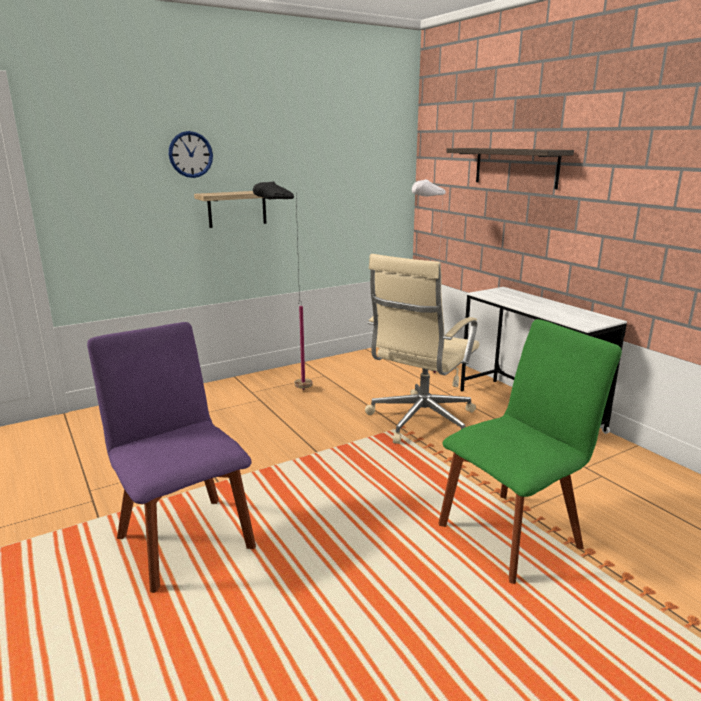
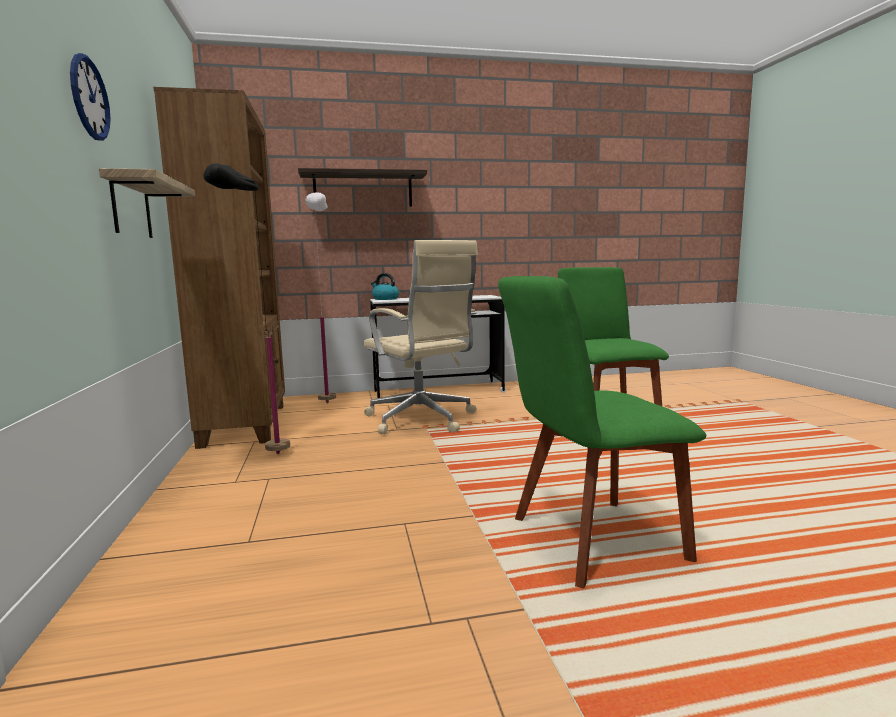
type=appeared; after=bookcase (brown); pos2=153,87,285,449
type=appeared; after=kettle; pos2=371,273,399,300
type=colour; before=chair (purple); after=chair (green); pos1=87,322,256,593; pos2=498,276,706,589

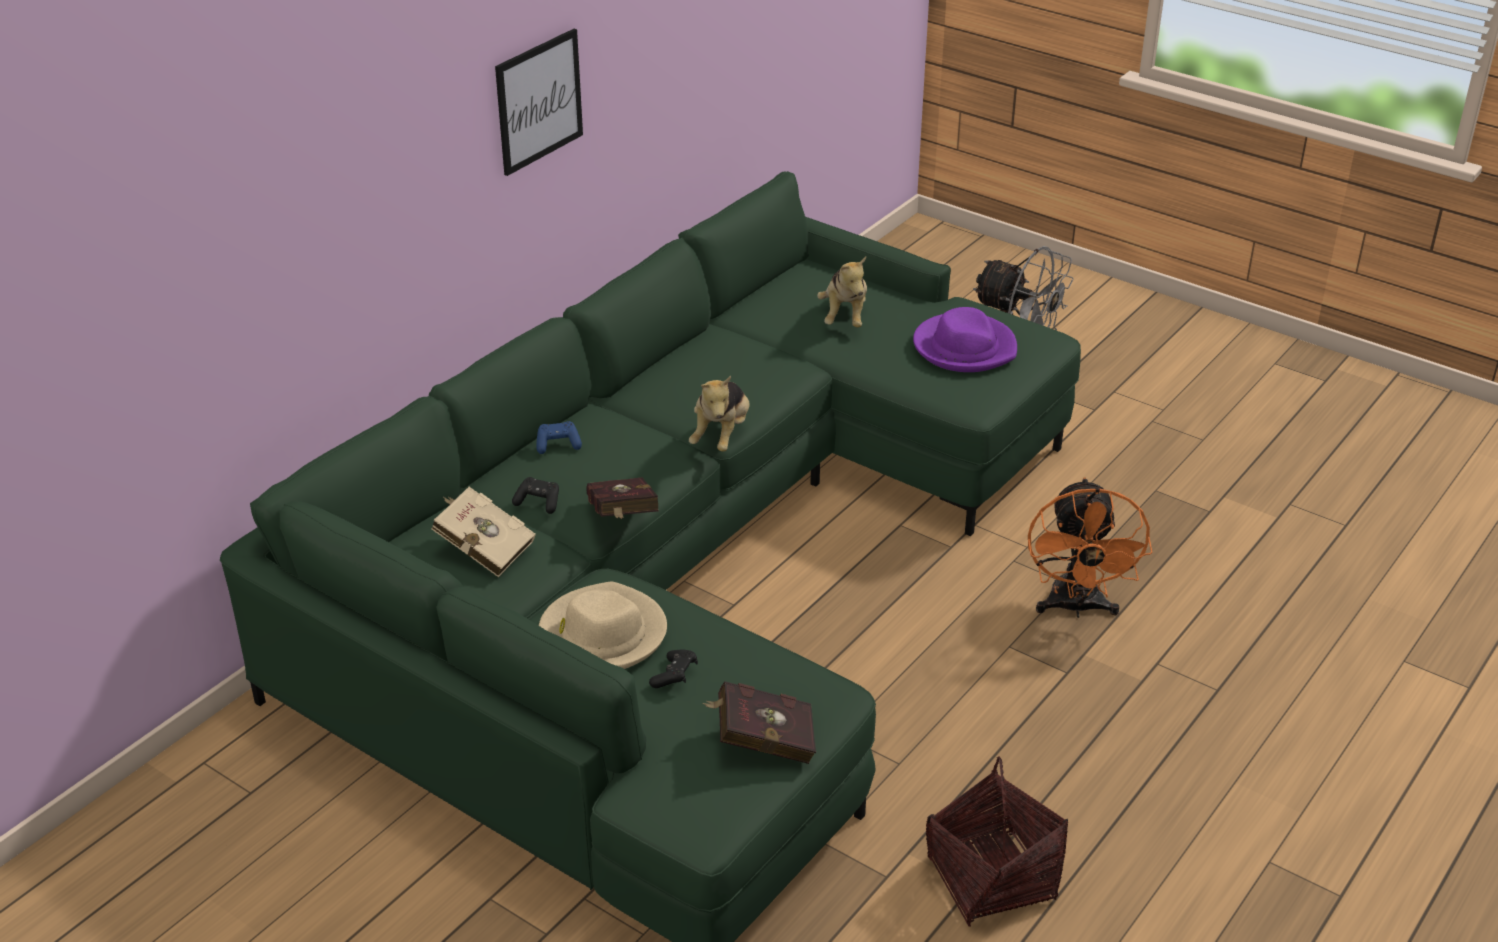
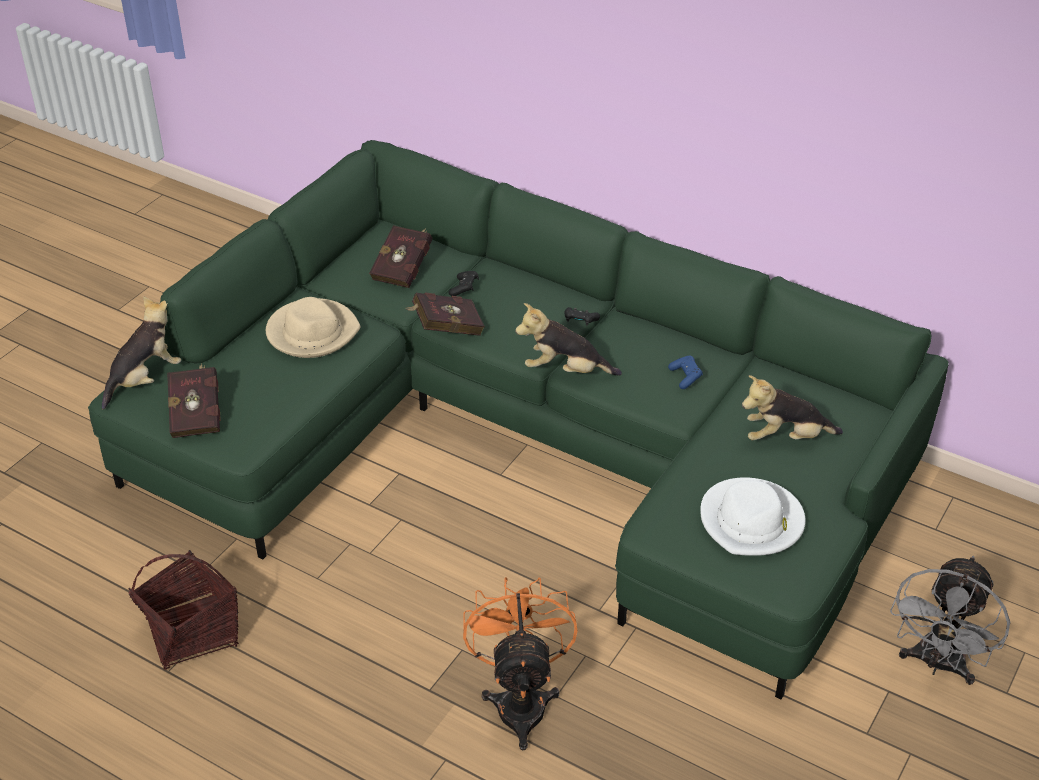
type=missing; before=picture; pos1=495,29,583,176
type=appeared; after=plush toy; pos2=102,296,181,410
type=relocated; before=game controller (blue); pos1=536,421,582,454; pos2=668,356,703,389
type=relocated; before=game controller (black); pos1=649,650,698,688; pos2=565,307,600,325
type=colour; before=book (beige); after=book (red); pos1=431,487,536,577; pos2=369,225,432,288
type=colour; before=hat (purple); after=hat (white); pos1=913,307,1017,372; pos2=700,477,806,556
type=spun; before=fan (orange); pos1=1028,477,1152,618; pos2=463,577,577,750; turn=90

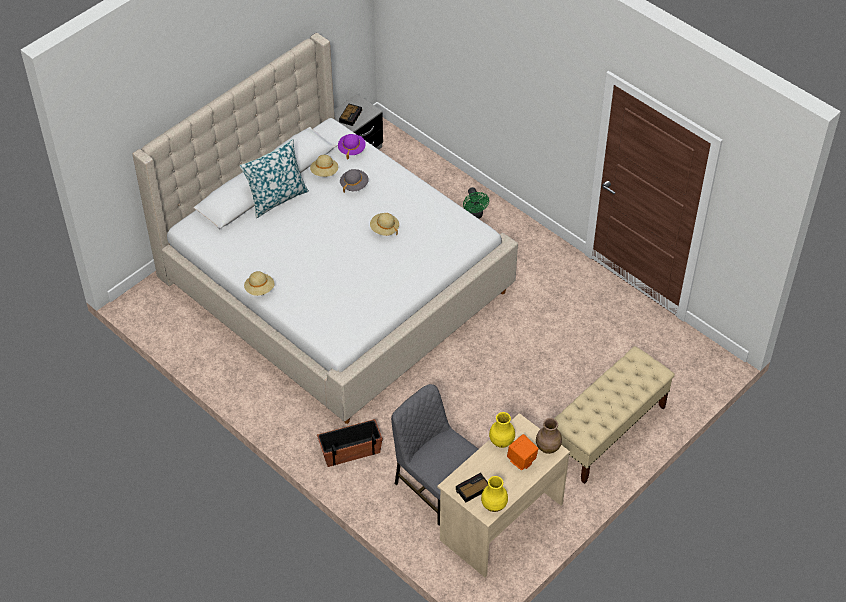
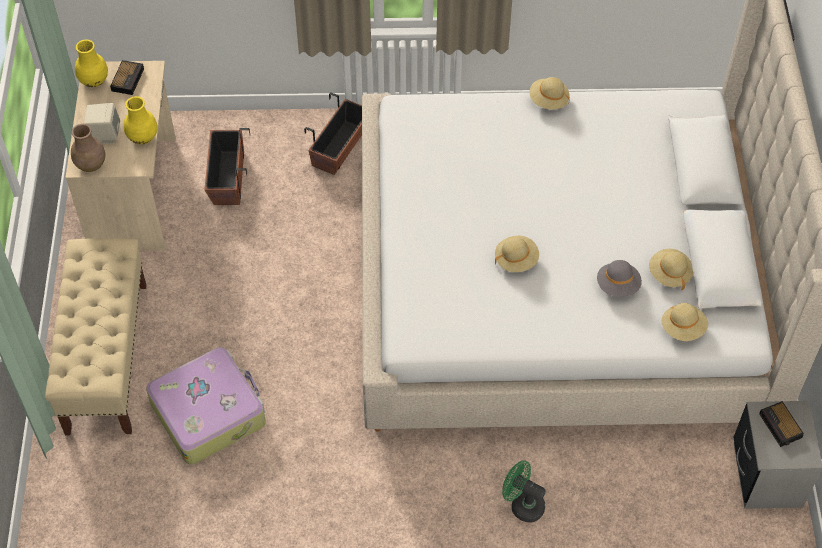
type=missing; before=pillow; pos1=240,139,309,218
type=appeared; after=suitcase; pos2=146,347,266,465
type=exchanged; before=chair (grey); after=planter; pos1=391,384,478,526; pos2=204,128,250,205
type=colour; before=hat (purple); after=hat (beige); pos1=338,134,366,159; pos2=661,303,708,341
type=colour; before=speaker (orange); after=speaker (beige); pos1=507,434,538,470; pos2=83,103,120,144

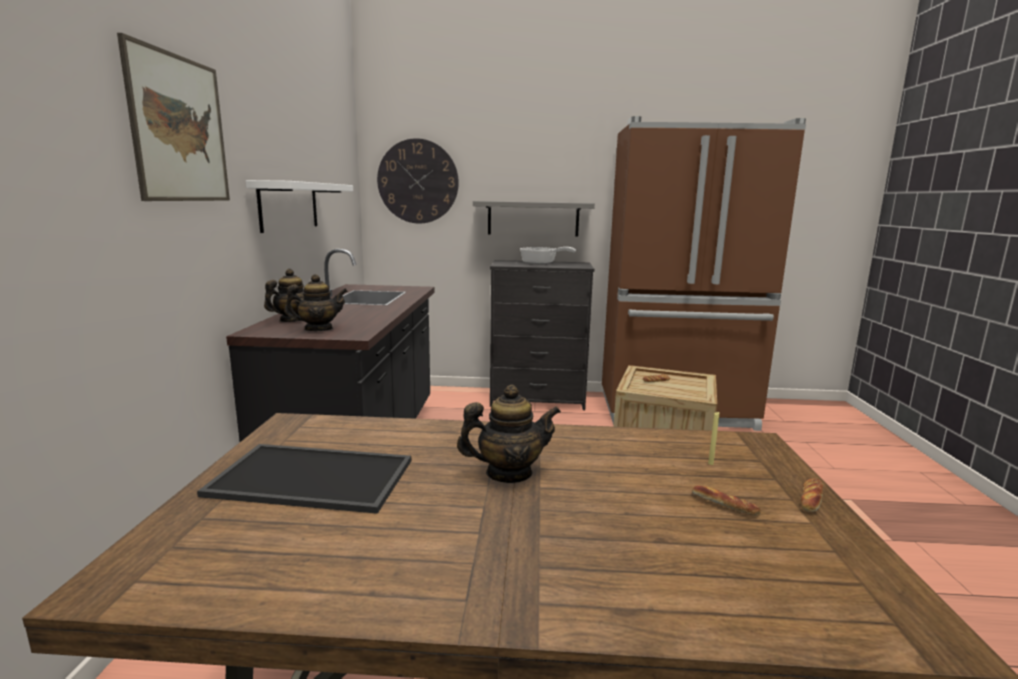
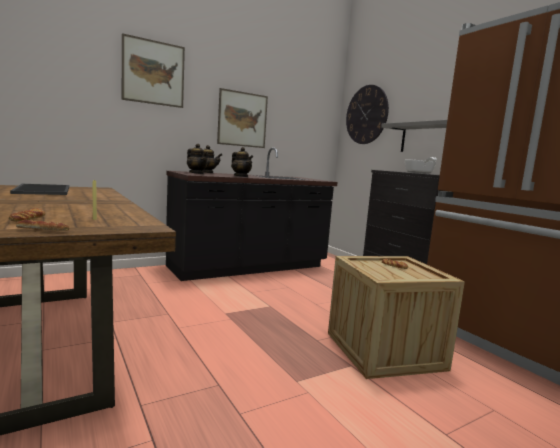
type=relocated; before=teapot; pos1=457,385,561,483; pos2=231,147,253,177
type=exchanged; before=shelf (white); after=picture; pos1=246,180,353,233; pos2=217,88,268,148

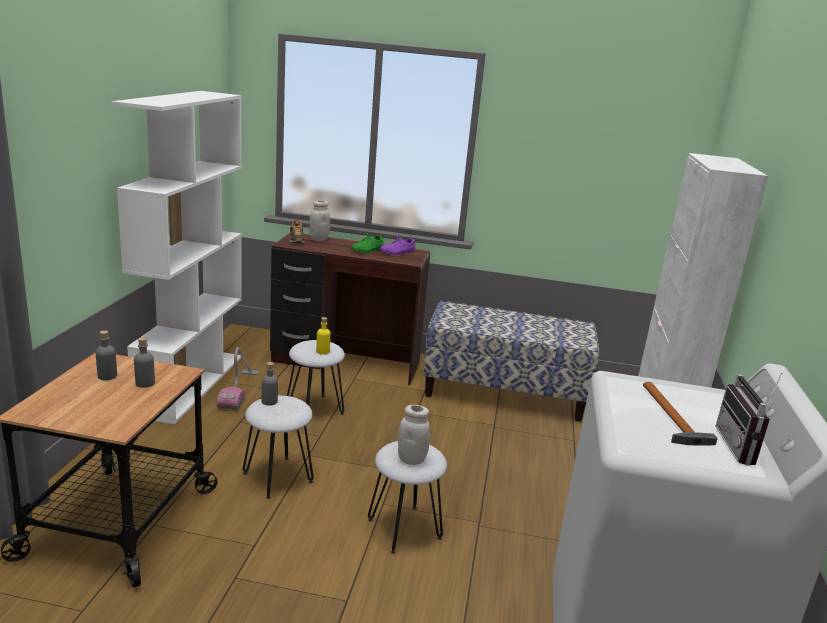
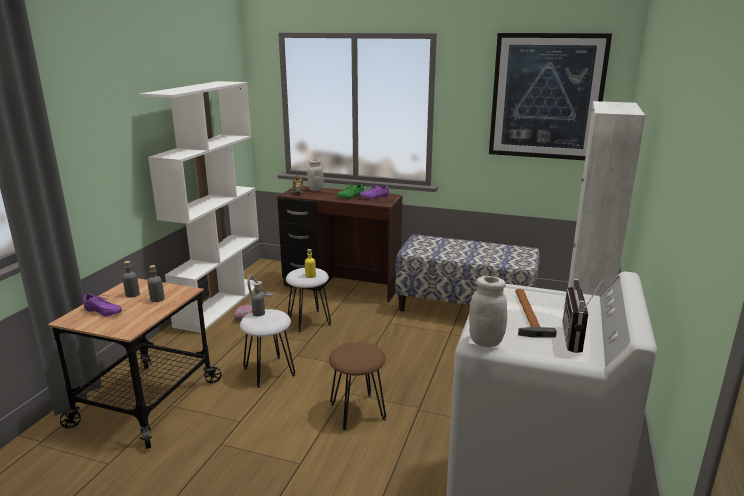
type=appeared; after=shoe (purple); pos2=83,293,122,317
type=appeared; after=picture; pos2=489,33,612,160
type=relocated; before=jar (white); pos1=398,405,430,465; pos2=469,276,507,347
type=colour; before=stool (white); after=stool (brown); pos1=368,441,447,554; pos2=329,342,386,430

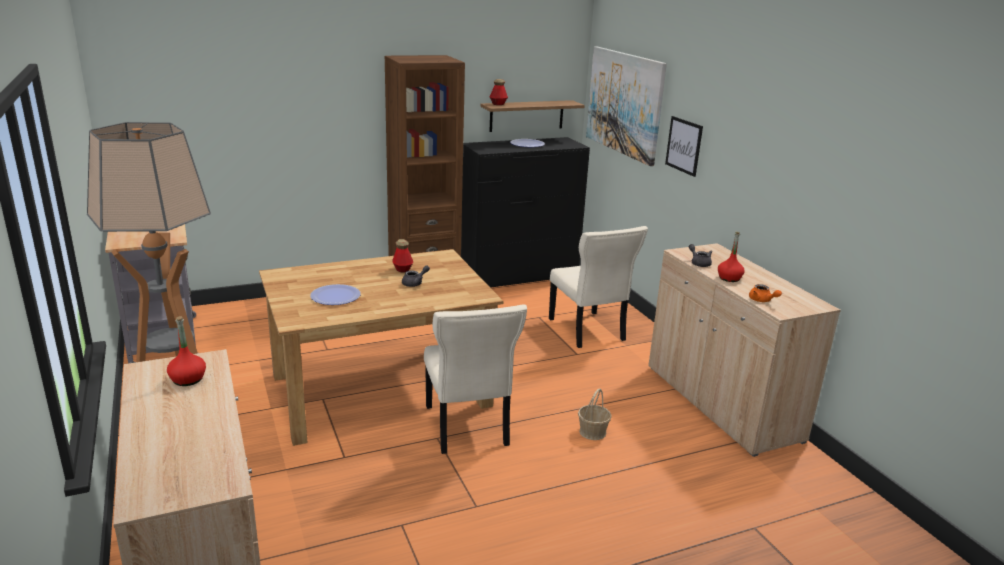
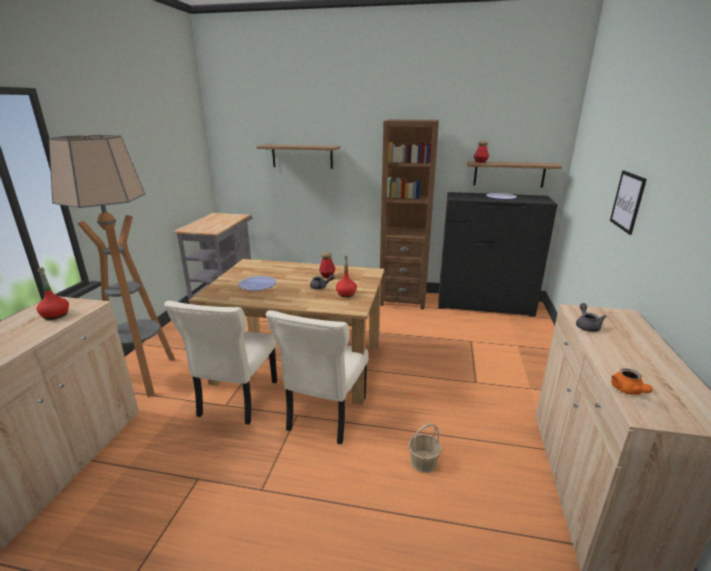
type=missing; before=picture; pos1=586,46,667,166
type=appeared; after=shelf; pos2=256,145,340,169
type=relocated; before=chair (beige); pos1=549,226,648,348; pos2=164,301,277,425
type=relocated; before=bottle (red); pos1=718,232,744,282; pos2=336,255,357,297

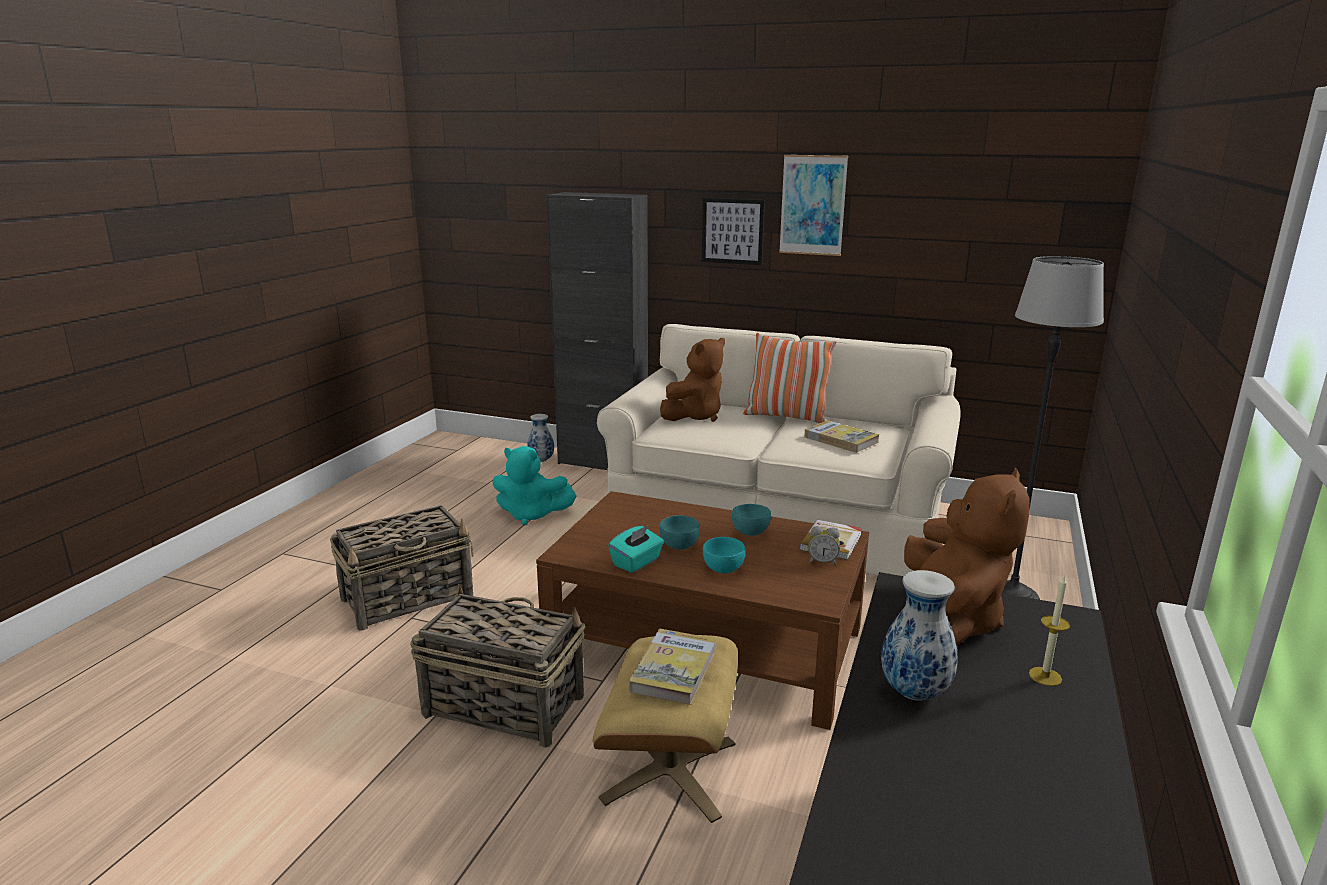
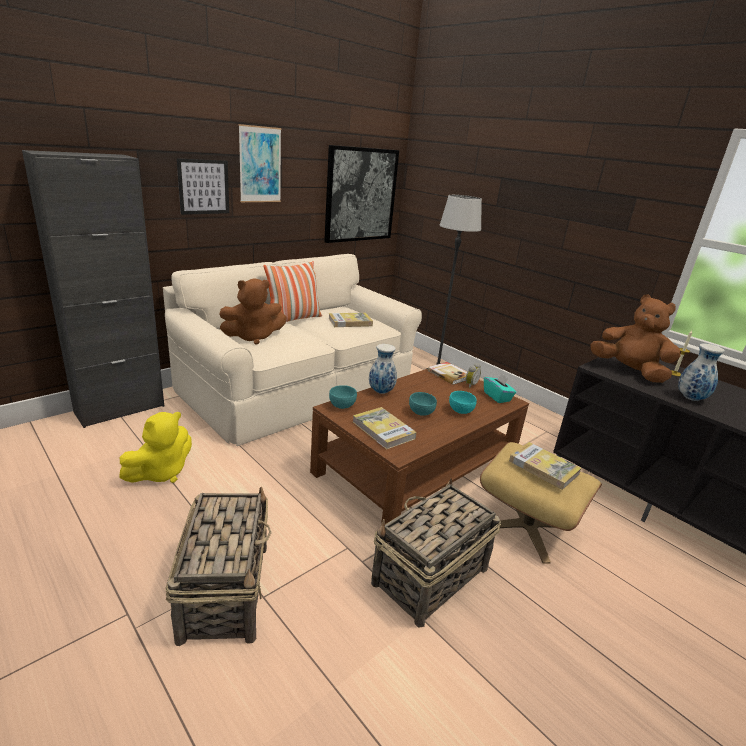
type=appeared; after=picture; pos2=324,145,399,243
type=appeared; after=book; pos2=353,407,417,450
type=relocated; before=vase; pos1=527,414,554,462; pos2=369,344,397,394
type=relocated; before=tissue box (turquoise); pos1=608,525,664,573; pos2=484,373,516,403
type=relocated; before=bowl (turquoise); pos1=732,504,771,536; pos2=329,385,357,409
type=colour; before=plush toy (turquoise); after=plush toy (yellow); pos1=492,446,576,525; pos2=119,412,192,483
type=spun; before=plush toy (brown); pos1=660,338,725,422; pos2=219,279,287,345; turn=90

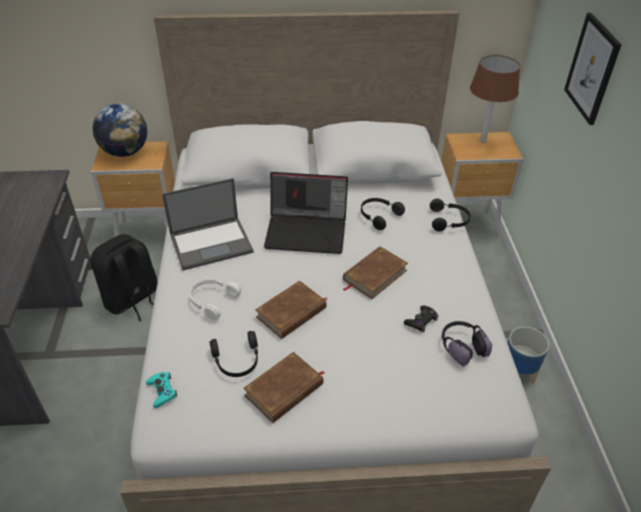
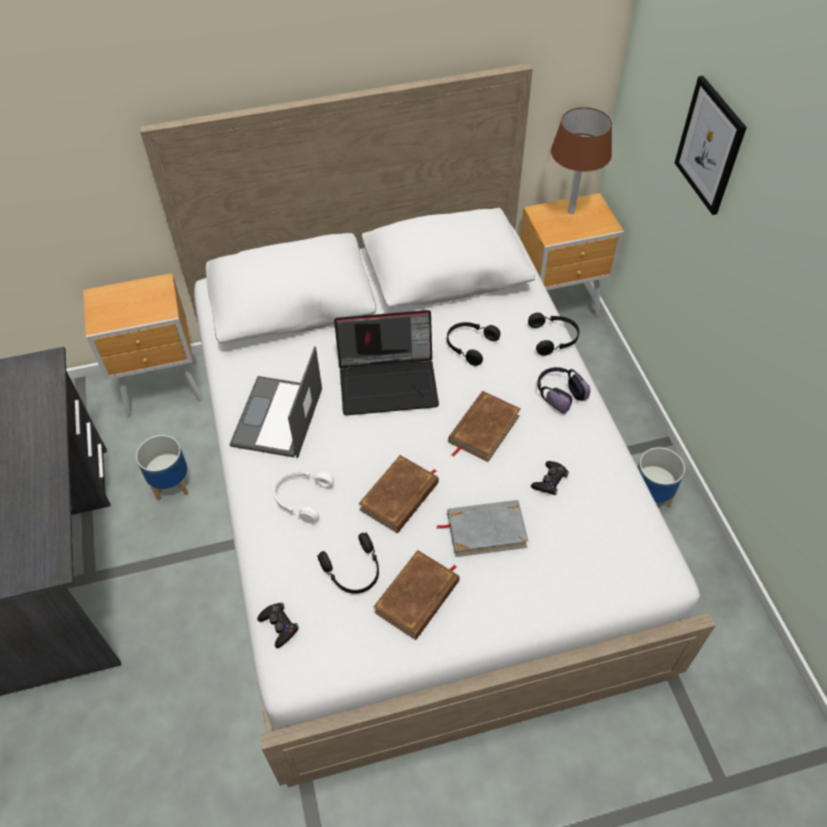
type=missing; before=globe; pos1=93,104,147,157
type=appeared; after=book (grey); pos2=436,500,529,557
type=relocated; before=headphones; pos1=442,321,492,367; pos2=537,367,590,414
type=exchanged; before=backpack (black); after=planter; pos1=90,234,158,321; pos2=136,435,189,501
type=colour; before=game controller (turquoise); after=game controller (black); pos1=146,372,177,408; pos2=257,603,299,648
type=spun; before=laptop; pos1=162,178,254,271; pos2=230,346,322,458; turn=135

